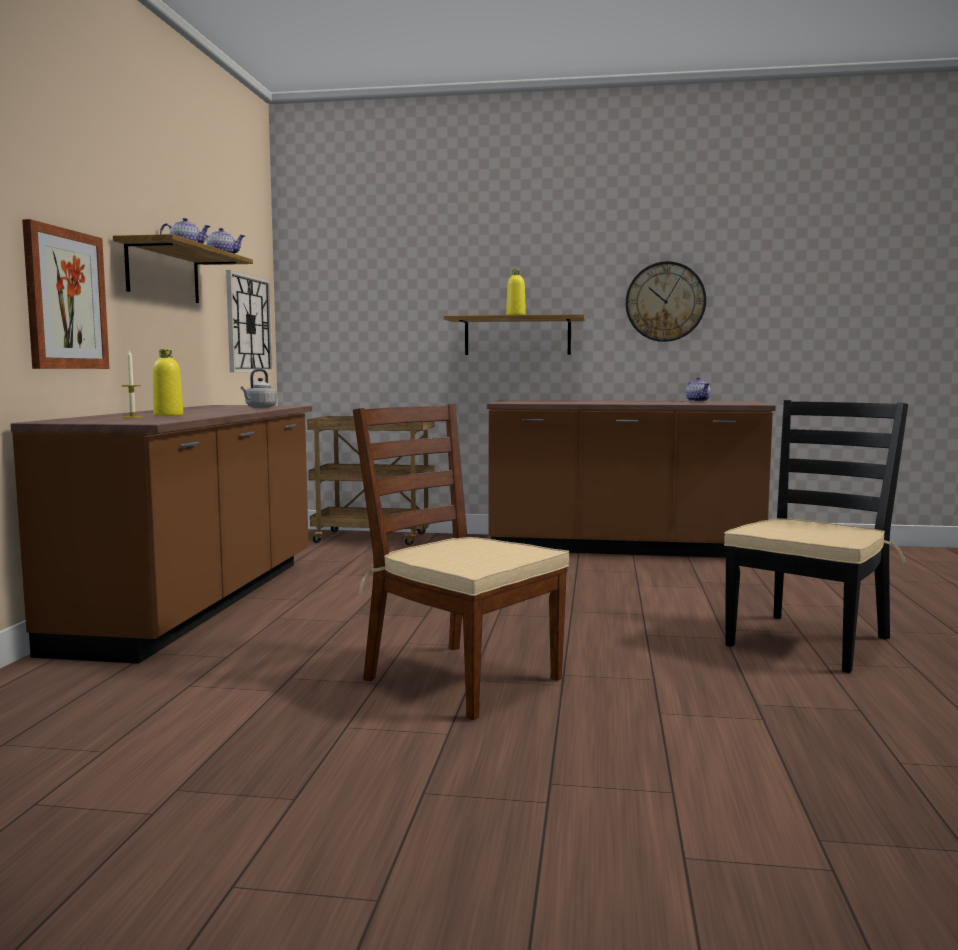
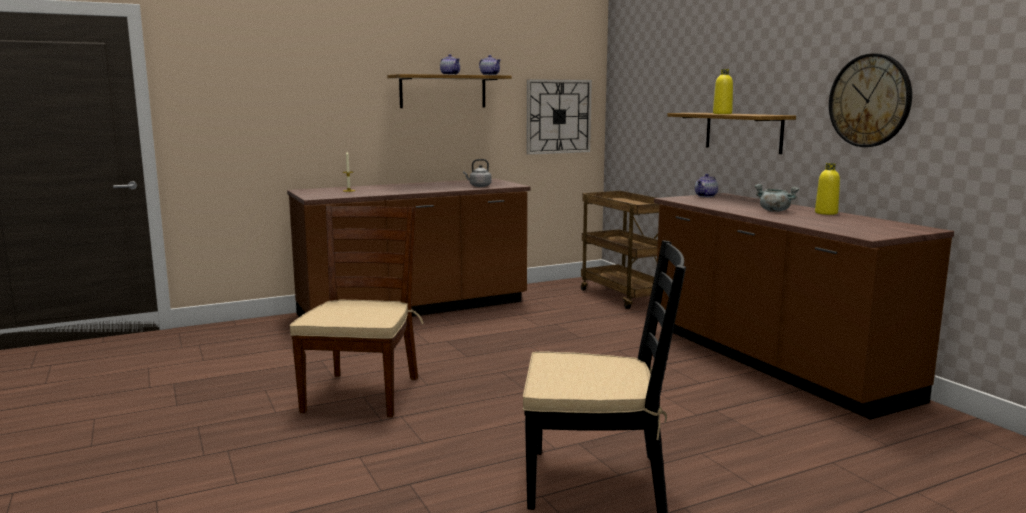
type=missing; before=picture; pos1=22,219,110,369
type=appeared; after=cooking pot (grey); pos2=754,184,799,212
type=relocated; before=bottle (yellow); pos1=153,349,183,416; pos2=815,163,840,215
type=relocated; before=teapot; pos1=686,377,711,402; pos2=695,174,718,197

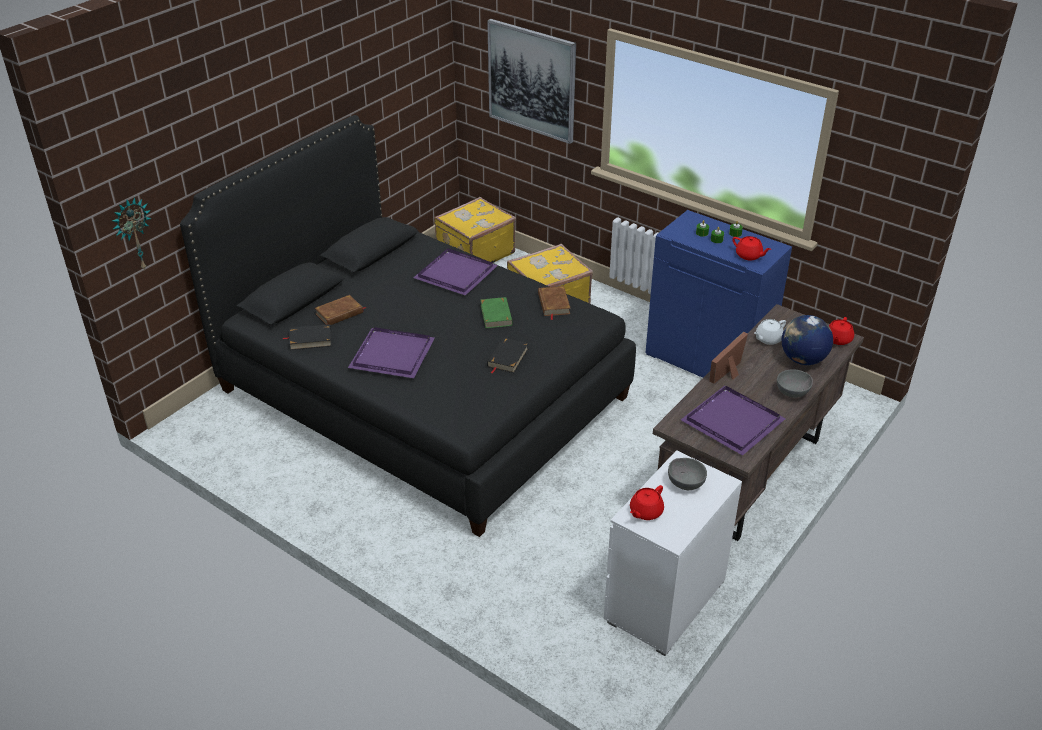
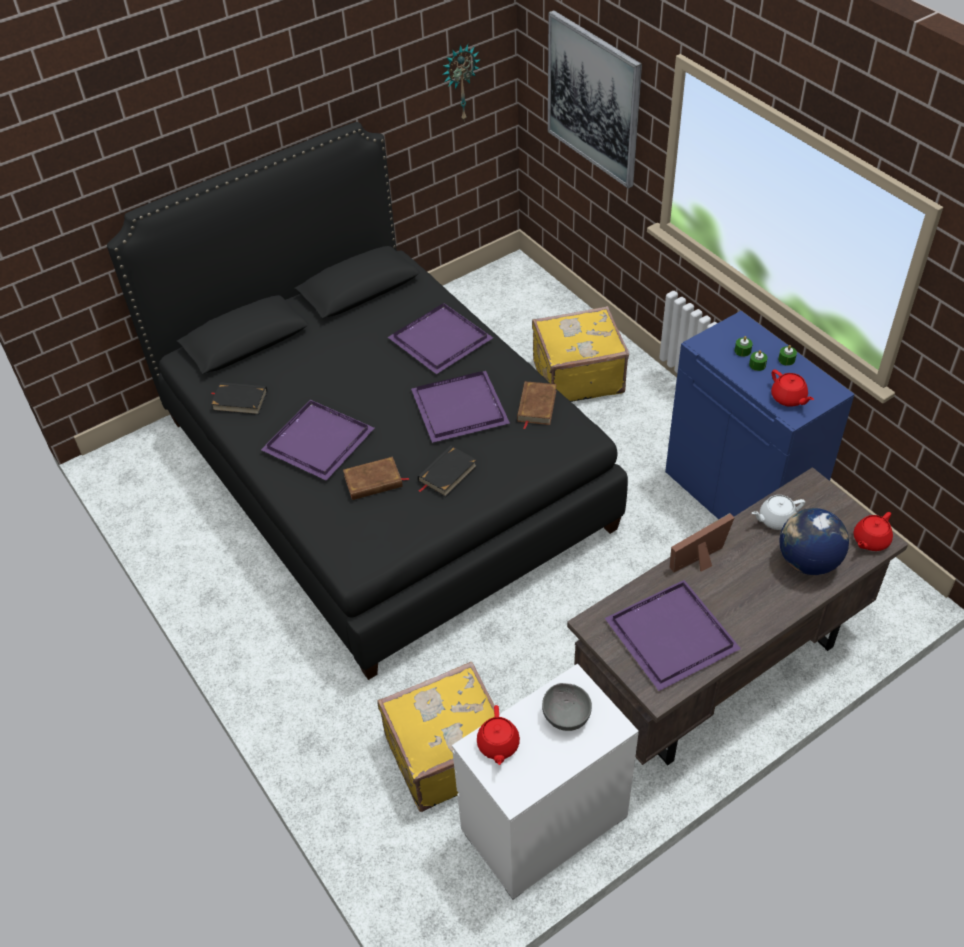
type=missing; before=bowl (grey); pos1=777,369,813,398
type=relocated; before=wall clock; pos1=112,197,151,271; pos2=442,44,480,122
type=relocated; before=book (brown); pos1=315,295,366,325; pos2=343,457,410,500
type=relocated; before=suitcase (yellow); pos1=434,197,516,263; pos2=377,662,495,812
type=exchanged; before=book (green); after=tray (purple); pos1=480,297,513,328; pos2=411,371,510,443
type=spun; before=teapot (red); pos1=630,485,664,520; pos2=477,705,520,765; turn=-60

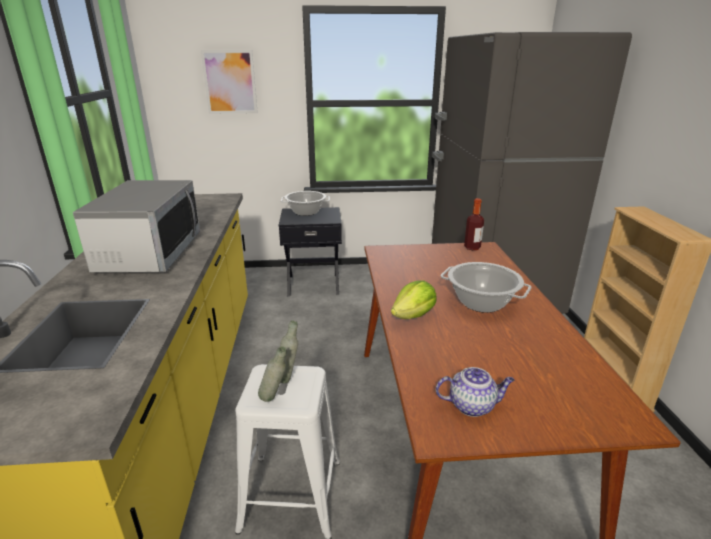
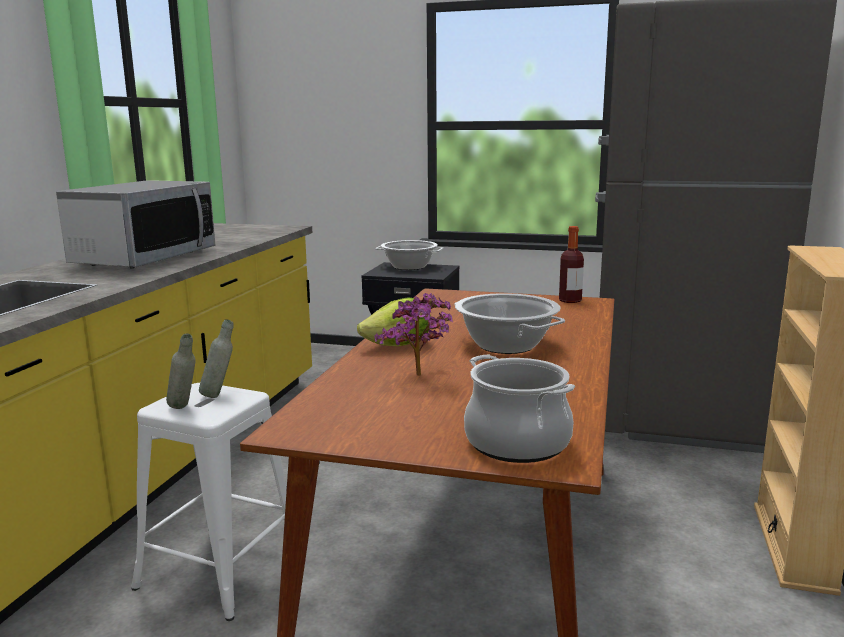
type=missing; before=picture; pos1=201,50,258,114
type=missing; before=teapot; pos1=436,367,515,417
type=appeared; after=potted plant; pos2=374,293,453,376
type=appeared; after=cooking pot; pos2=464,355,575,463

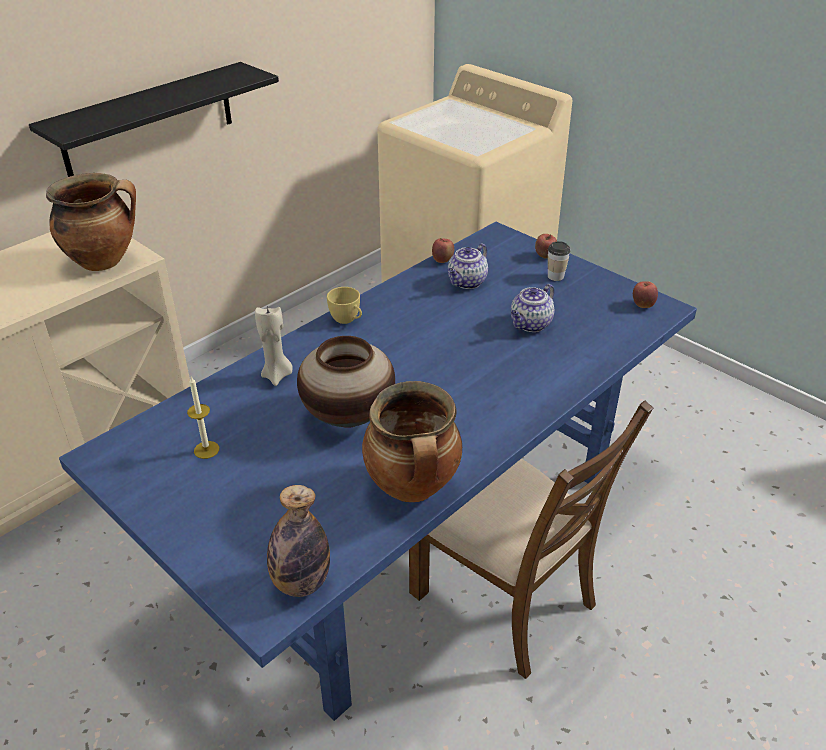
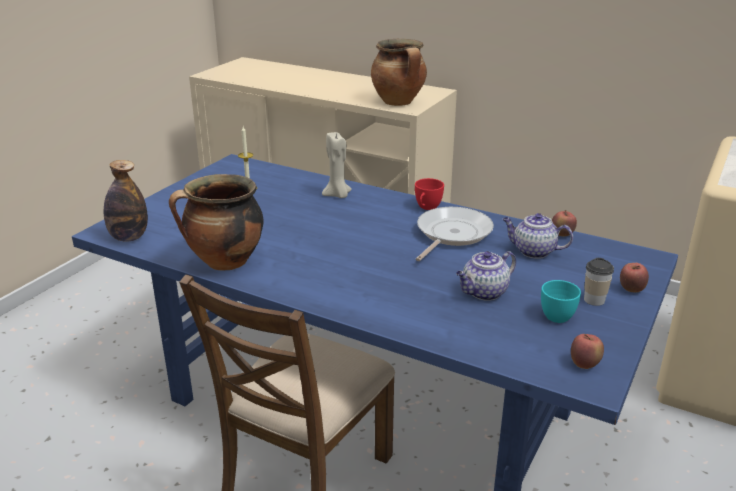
type=missing; before=shelf (black); pos1=29,62,279,177
type=missing; before=vase; pos1=297,336,395,428
type=appeared; after=frying pan; pos2=416,207,494,261
type=appeared; after=cup (turquoise); pos2=541,280,581,323
type=colour; before=cup (yellow); after=cup (red); pos1=327,287,362,324; pos2=415,178,444,210
type=spun; before=teapot; pos1=511,284,554,332; pos2=456,251,516,301; turn=-60

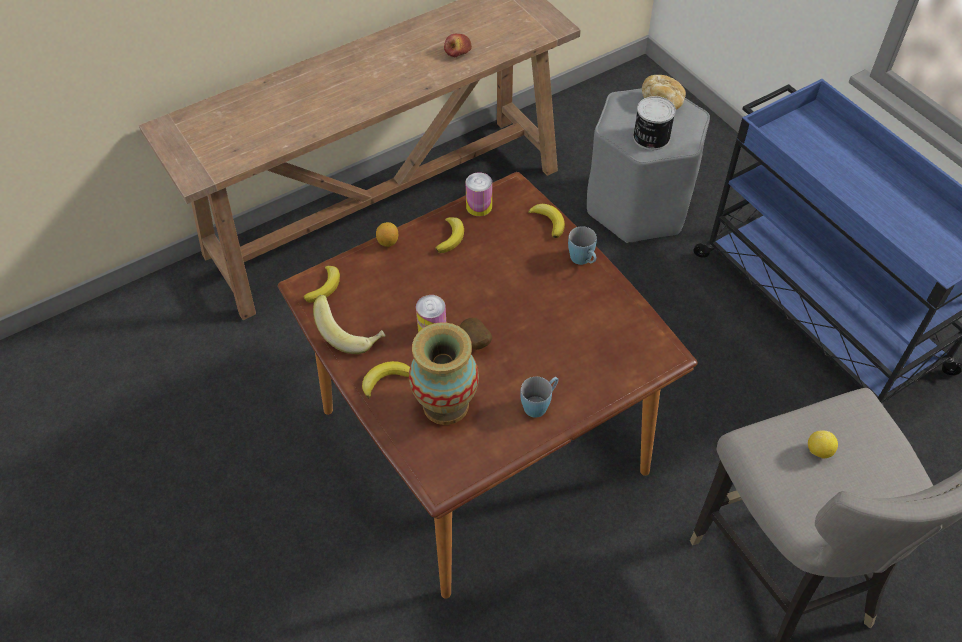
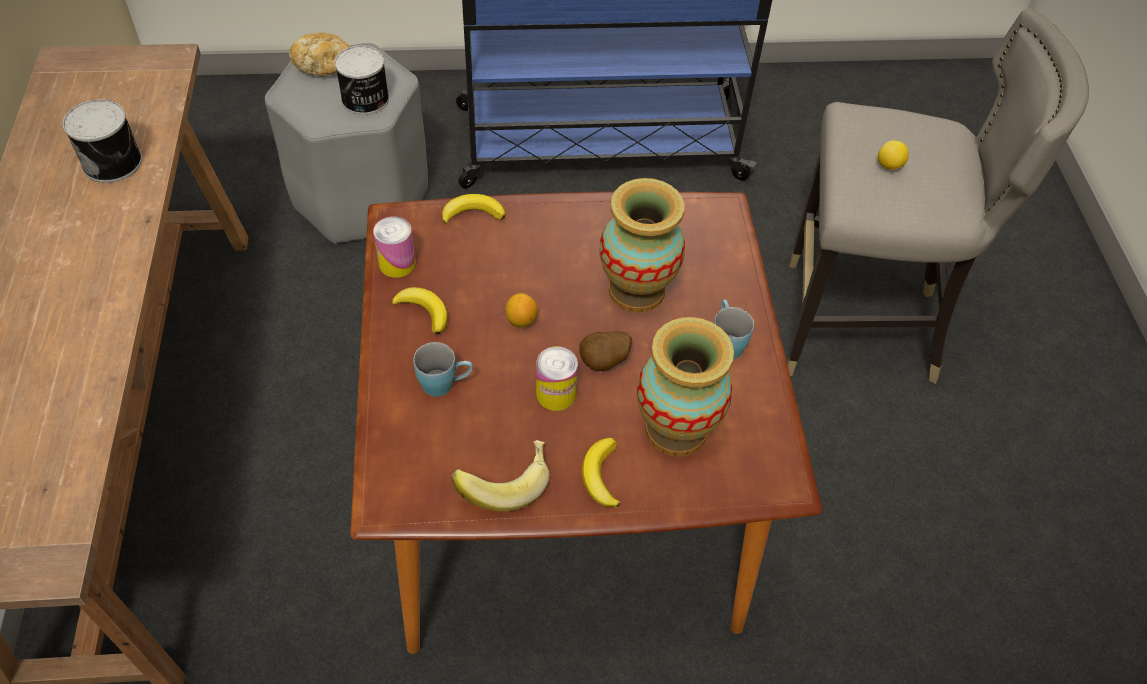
type=missing; before=banana; pos1=303,266,340,303
type=appeared; after=vase; pos2=599,178,685,313
type=relocated; before=lemon; pos1=376,222,398,247; pos2=505,293,538,328
type=relocated; before=mug (blue); pos1=568,226,597,265; pos2=413,342,473,397
type=exchanged; before=apple; after=can; pos1=444,34,472,58; pos2=63,99,142,183

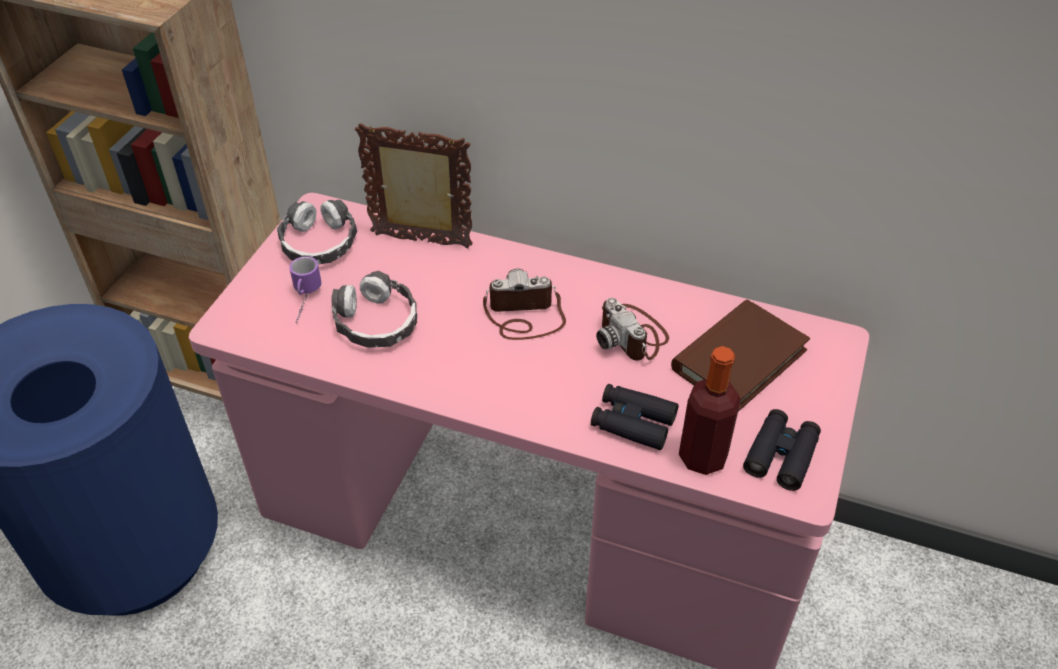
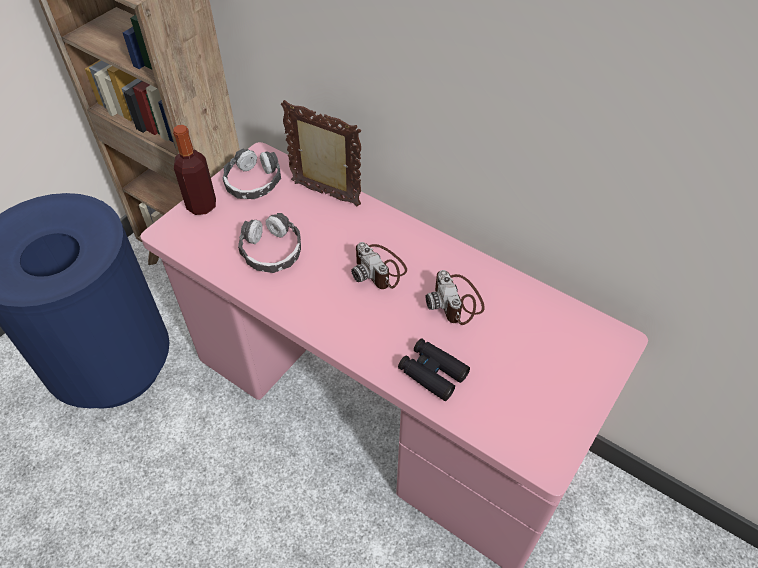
type=missing; before=mug; pos1=289,256,322,324
type=missing; before=book (brown); pos1=671,300,810,412
type=missing; before=binoculars (black); pos1=743,409,821,491
type=relocated; before=bottle; pos1=679,346,741,475; pos2=173,125,216,215
type=spun; before=photo camera; pos1=483,269,566,340; pos2=351,242,407,289; turn=-135

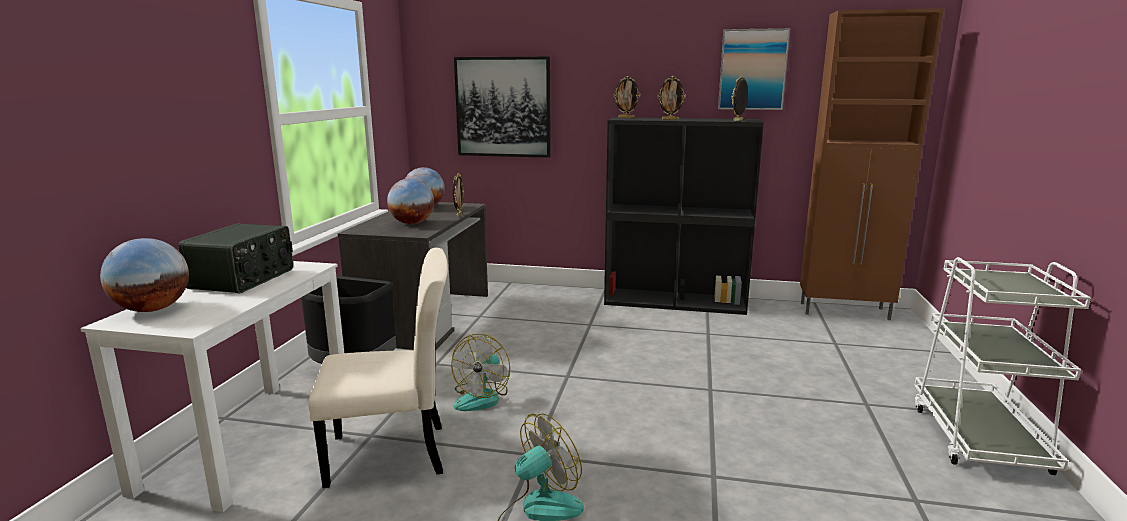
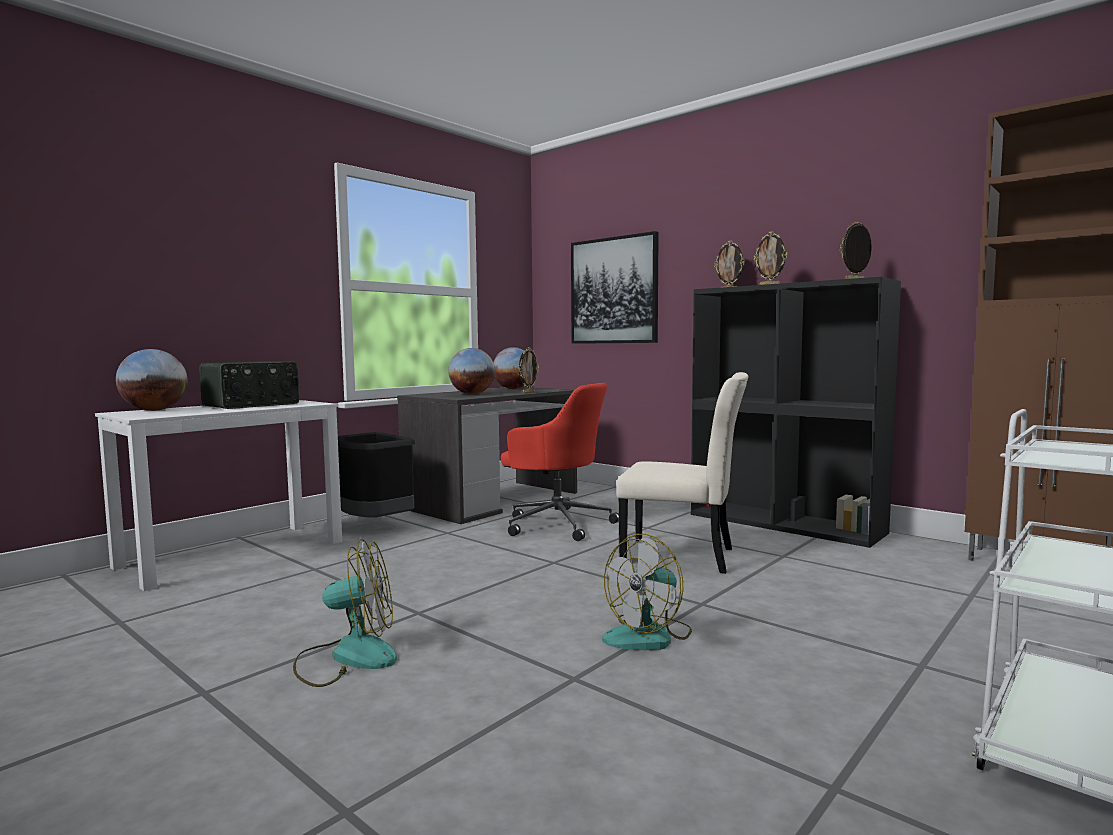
type=missing; before=picture; pos1=718,28,790,110
type=appeared; after=office chair (red); pos2=501,383,619,541
type=relocated; before=chair (beige); pos1=308,248,448,488; pos2=617,372,749,574
type=relocated; before=fan; pos1=451,334,510,411; pos2=602,534,692,650

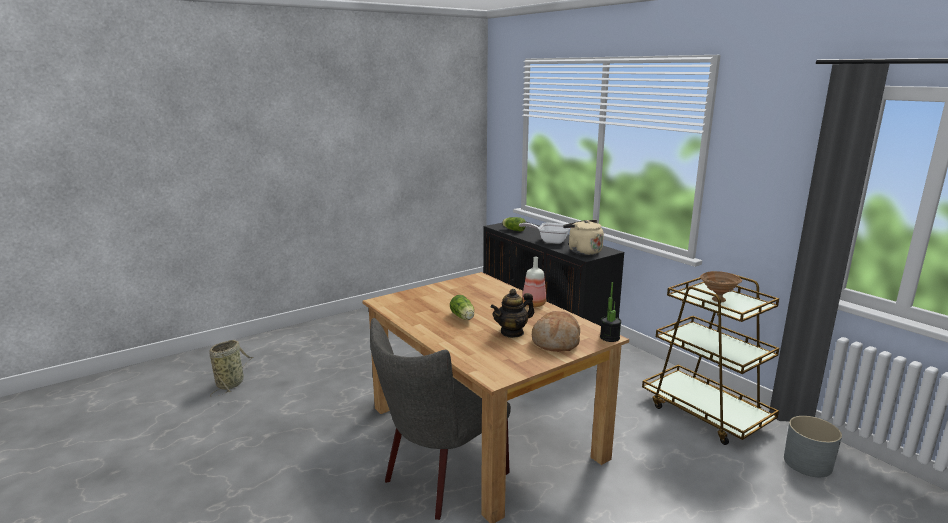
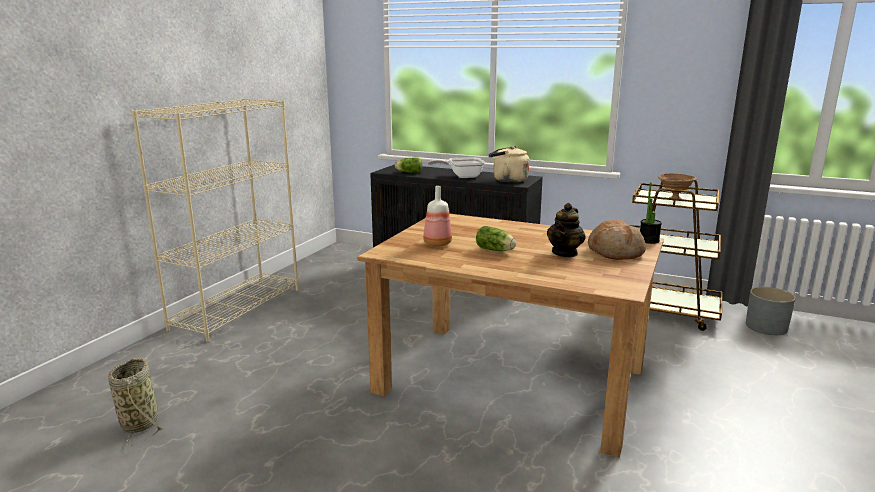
type=missing; before=chair (grey); pos1=370,318,511,520
type=appeared; after=bookcase (beige); pos2=132,99,299,342
type=relocated; before=bottle; pos1=522,257,546,307; pos2=423,186,452,246

